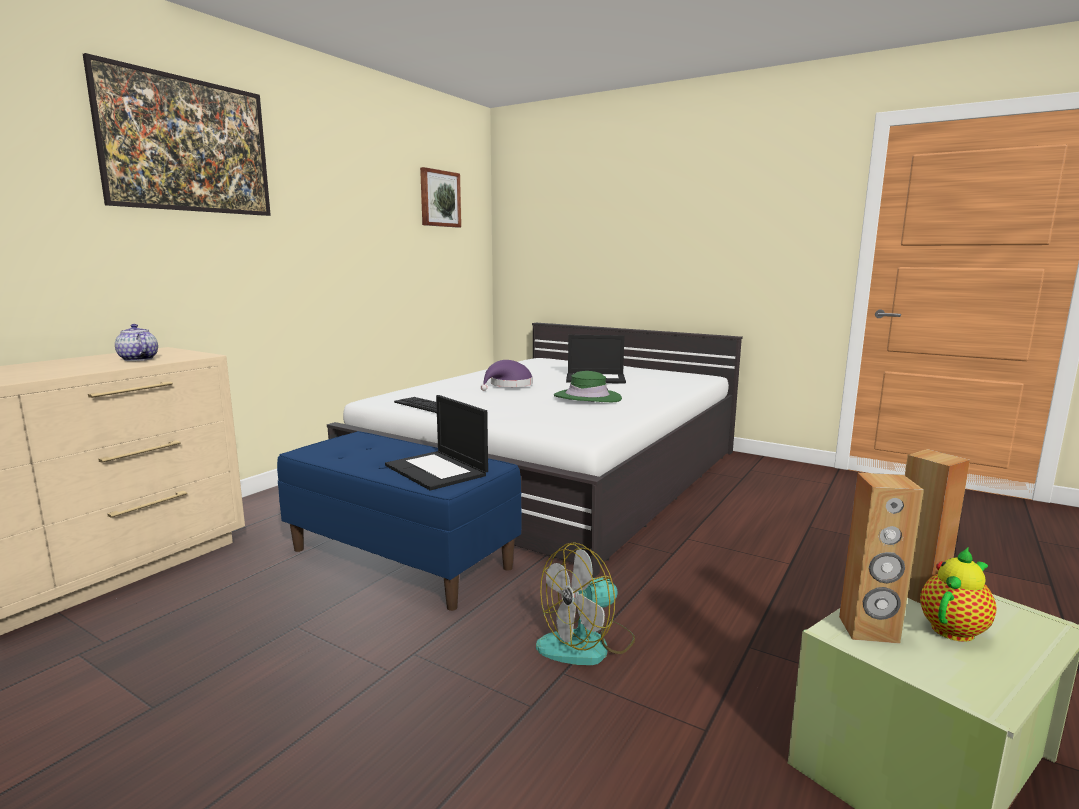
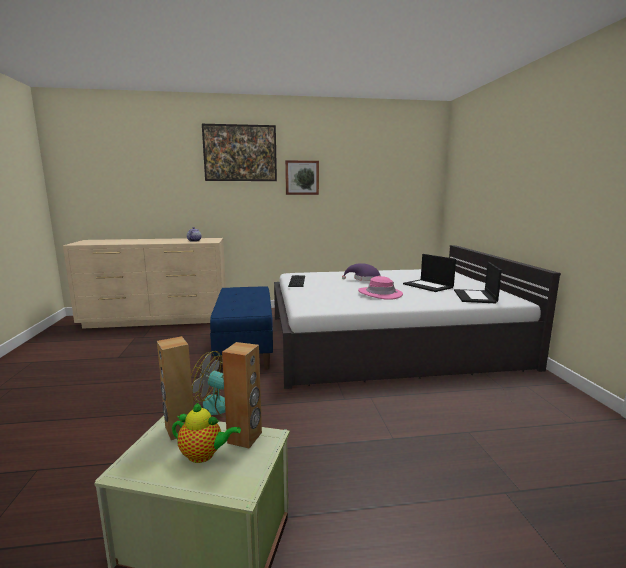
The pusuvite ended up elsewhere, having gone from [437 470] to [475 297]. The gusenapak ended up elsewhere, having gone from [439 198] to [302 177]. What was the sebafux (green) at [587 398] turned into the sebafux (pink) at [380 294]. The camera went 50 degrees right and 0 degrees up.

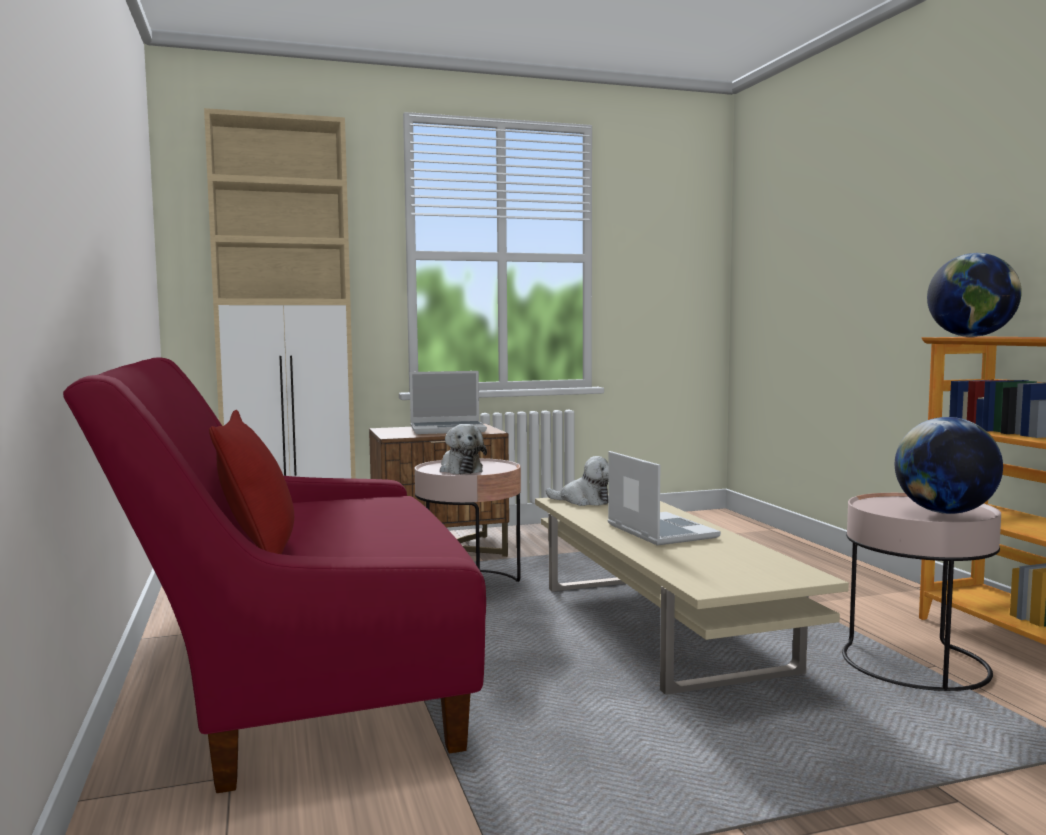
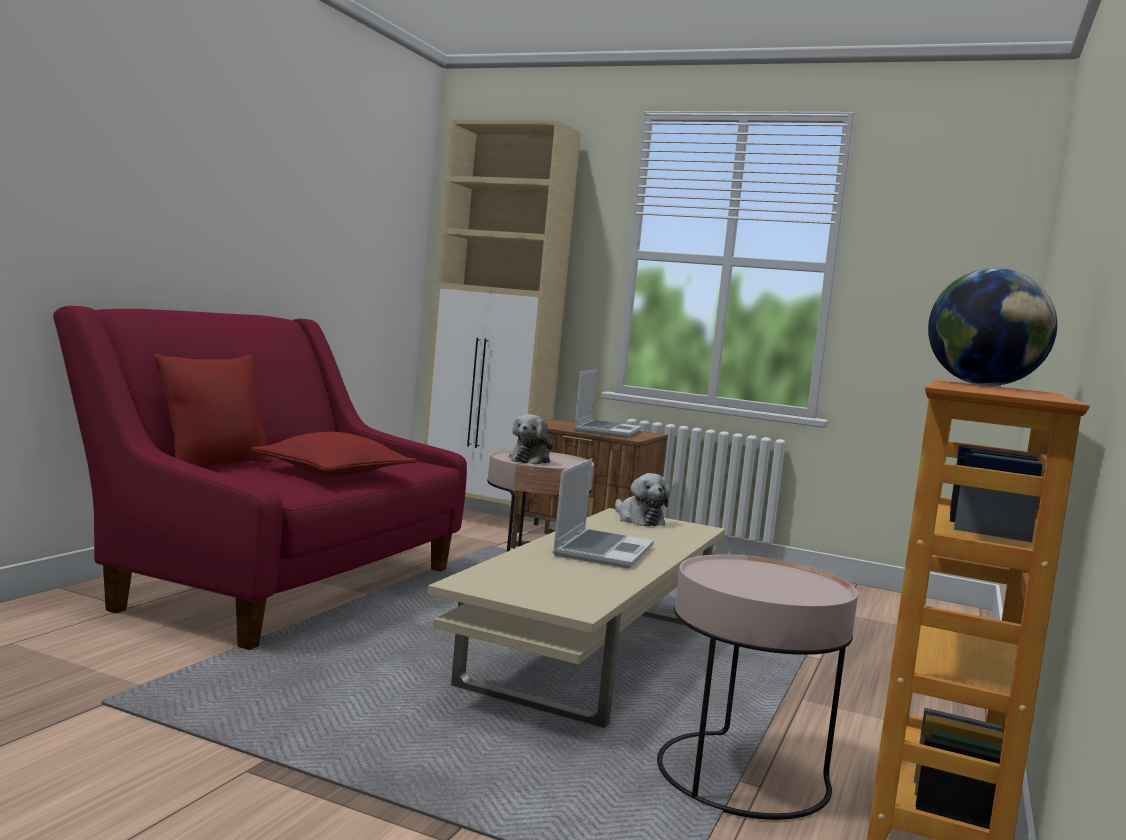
The pusuvite at [448 429] ended up facing another way, 105 degrees counterclockwise from before. The second view lost the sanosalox at [945 512]. The second view gained the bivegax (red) at [333 473]. The camera went 40 degrees right and 0 degrees up.

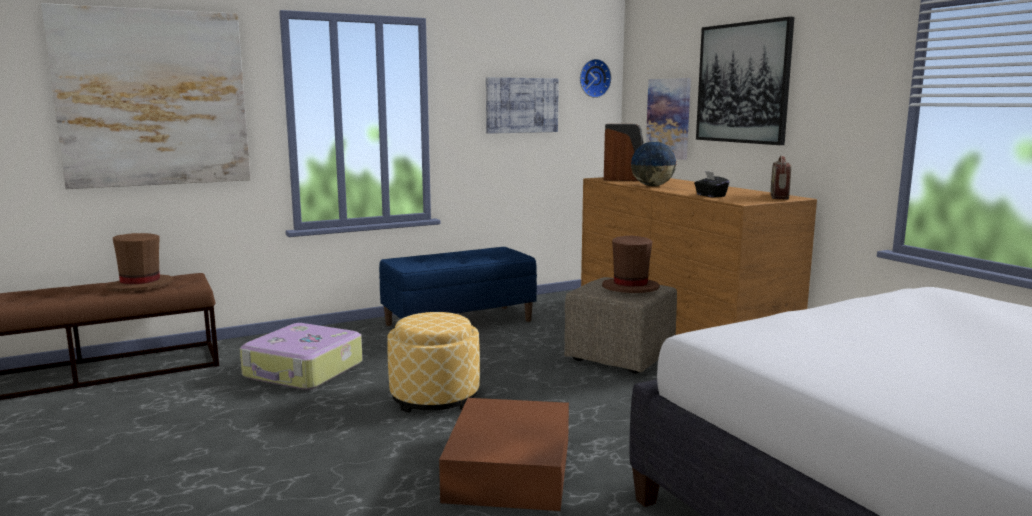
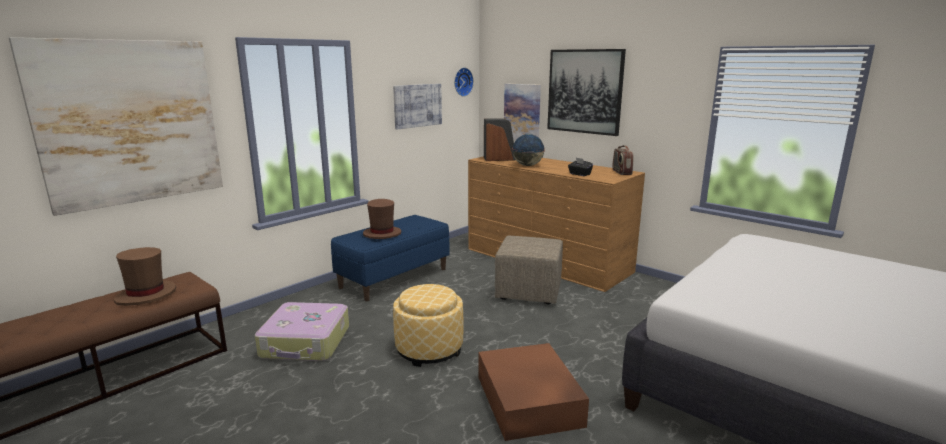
The sebafux (brown) ended up elsewhere, having gone from [630 288] to [382 234]. The camera went 20 degrees left and 5 degrees up.

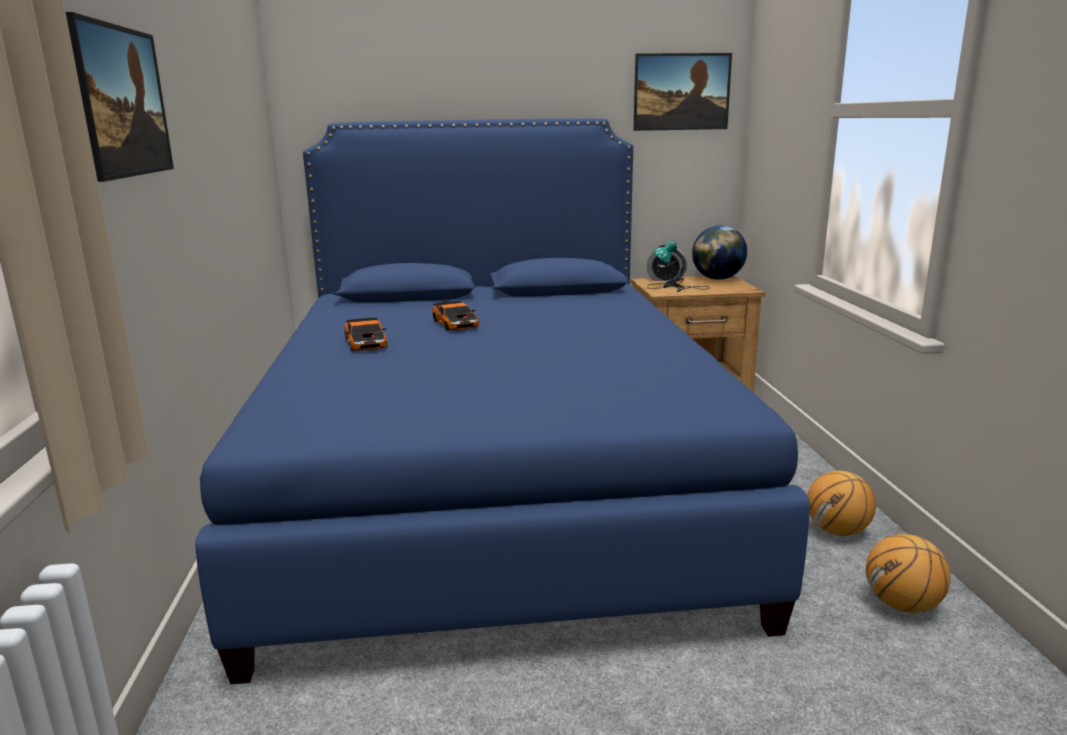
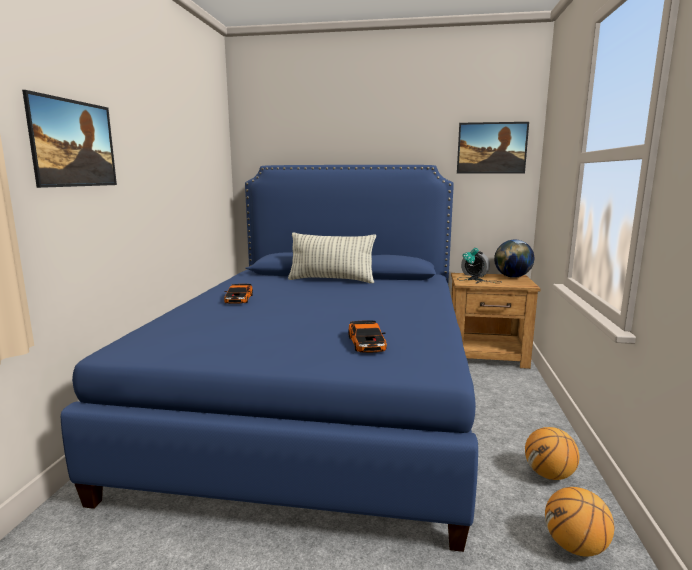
The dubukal ended up elsewhere, having gone from [456 323] to [367 343]. The second view gained the bivegax at [331 280]. The camera went 15 degrees right and 5 degrees down.

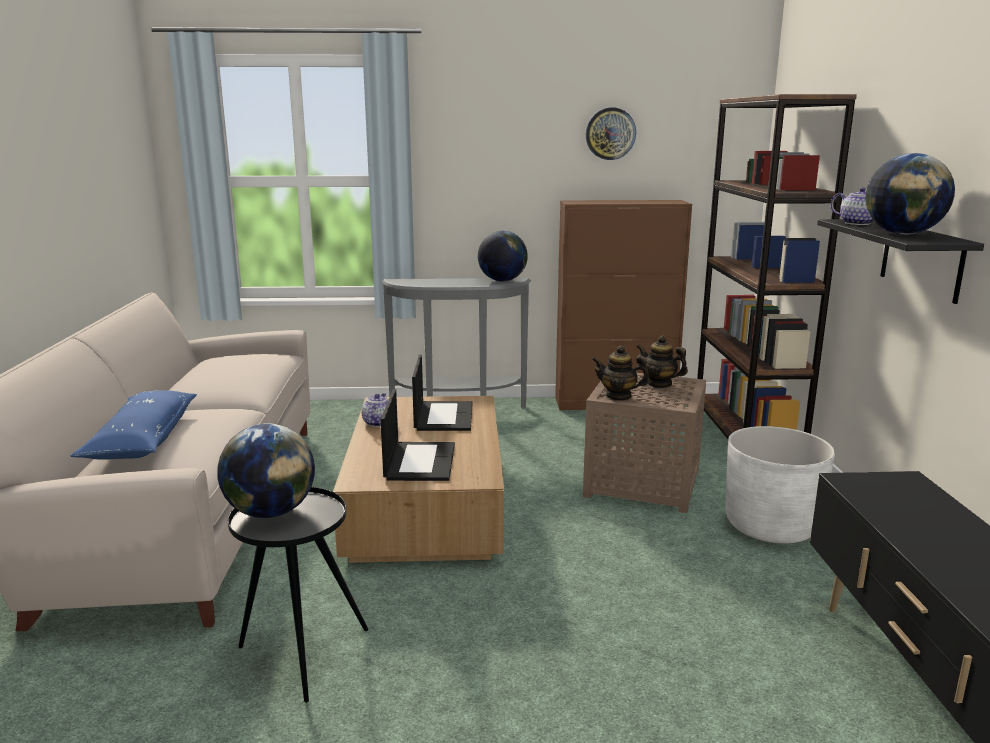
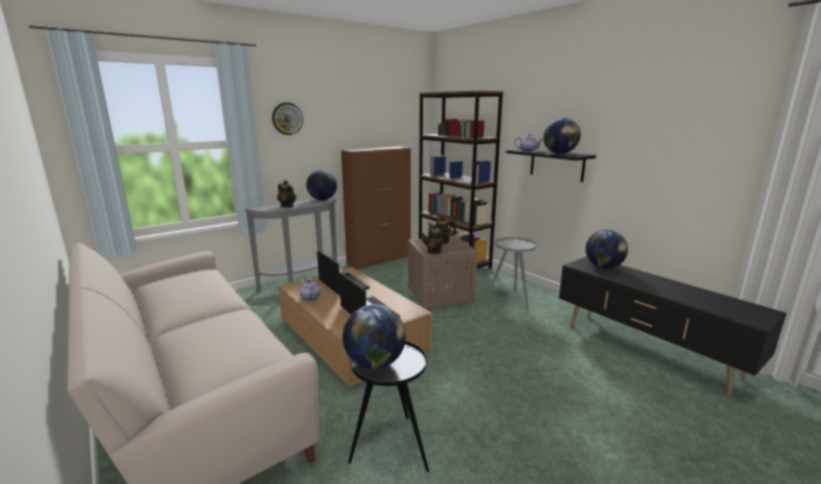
The second view lost the bivegax (blue) at [143 439]. The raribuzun ended up elsewhere, having gone from [610 133] to [287 118]. Where the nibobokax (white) stood at [770 526], the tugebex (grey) came to stand at [511 298]. The second view gained the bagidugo at [287 206]. The second view gained the sanosalox at [603 267]. The camera went 35 degrees left and 0 degrees up.

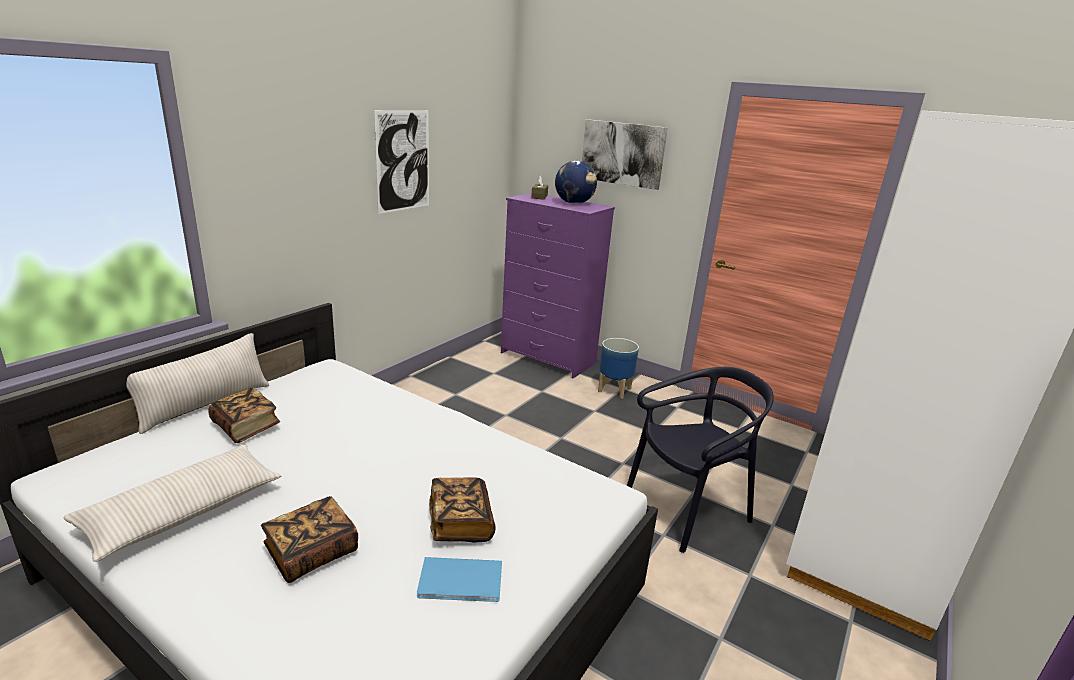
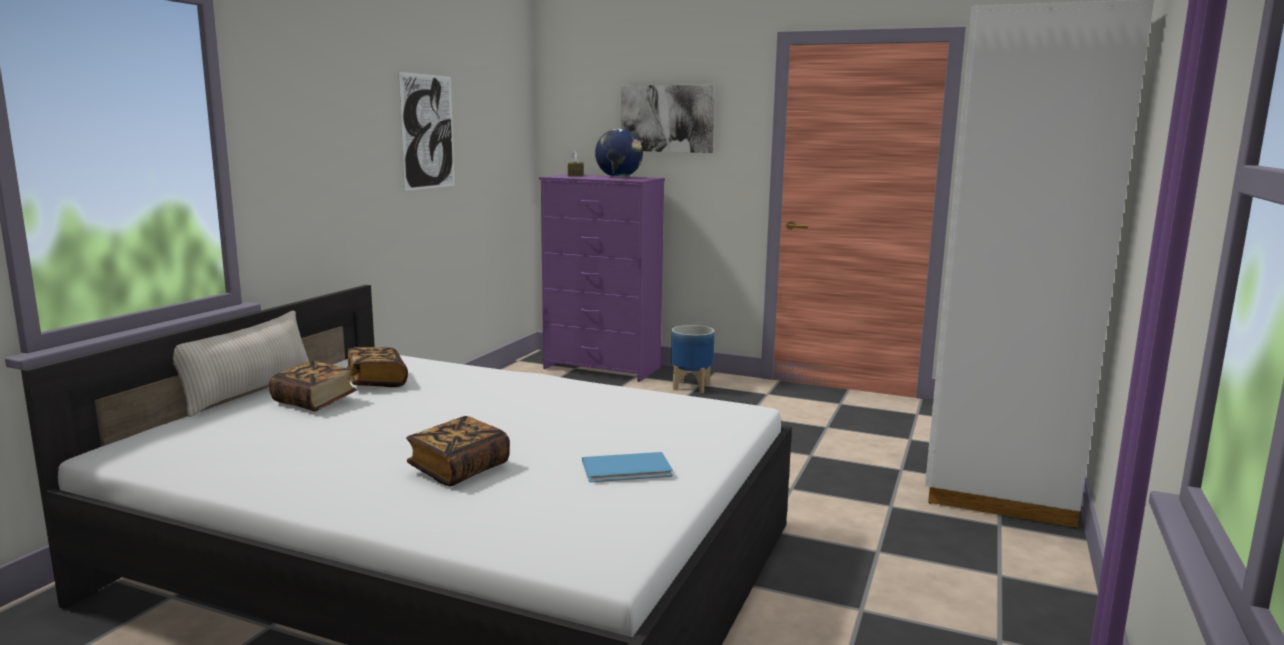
The second view lost the bivegax (beige) at [183 511]. The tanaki ended up elsewhere, having gone from [460 523] to [377 381]. The second view lost the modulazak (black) at [688 509]. The camera went 10 degrees left and 10 degrees down.

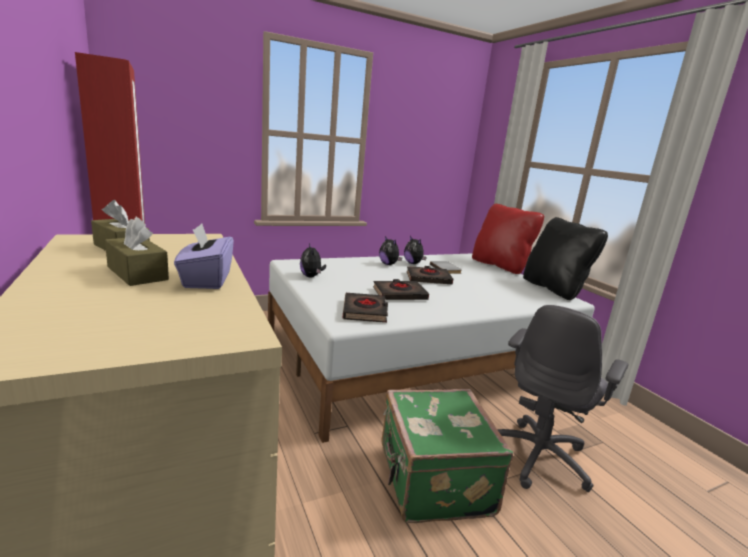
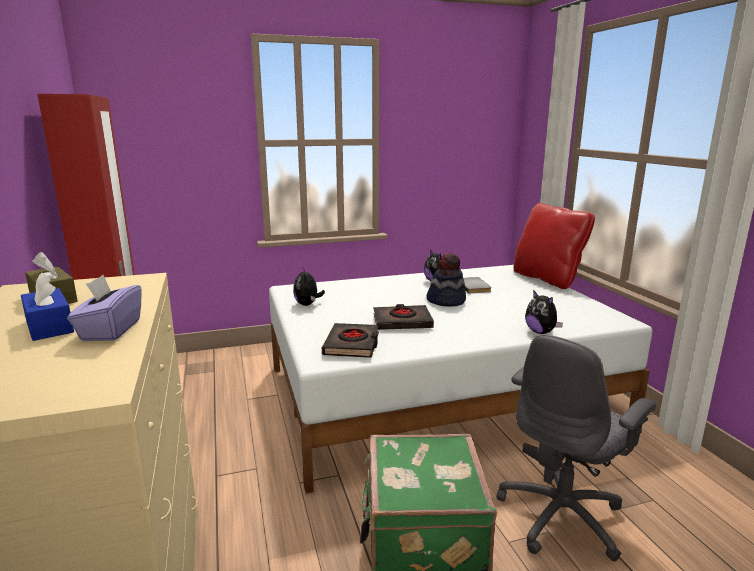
What was the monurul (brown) at [137 273] turned into the monurul (blue) at [49 326]. The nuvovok ended up elsewhere, having gone from [389 264] to [541 332]. Where the tanaki (black) stood at [428 279], the sebafux came to stand at [446 301]. The second view lost the bivegax (black) at [554 289]. The camera went 10 degrees right and 0 degrees up.

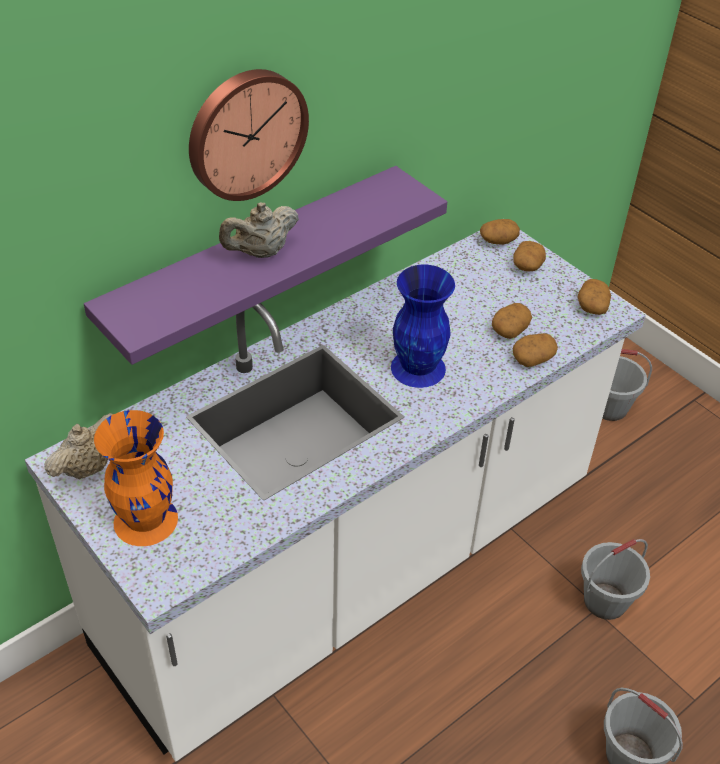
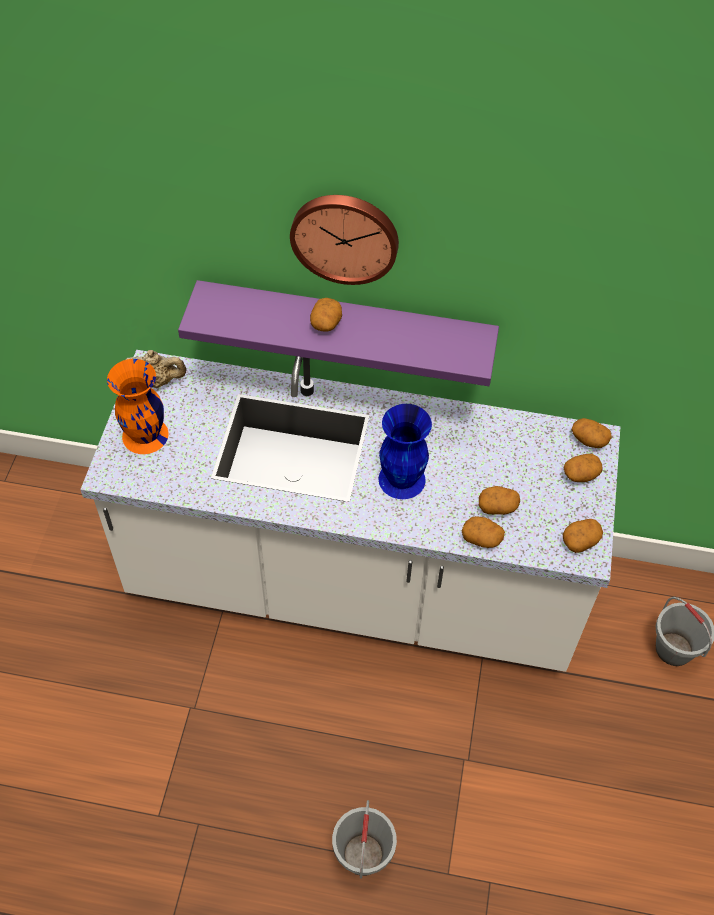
Where the bagidugo (beige) stood at [261 252], the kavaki came to stand at [326 323]. The second view lost the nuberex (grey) at [605 600]. The camera went 50 degrees right and 10 degrees up.

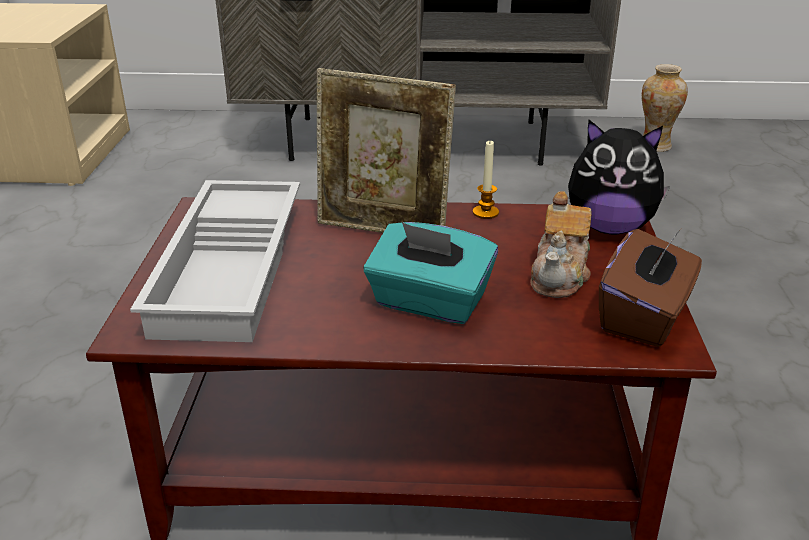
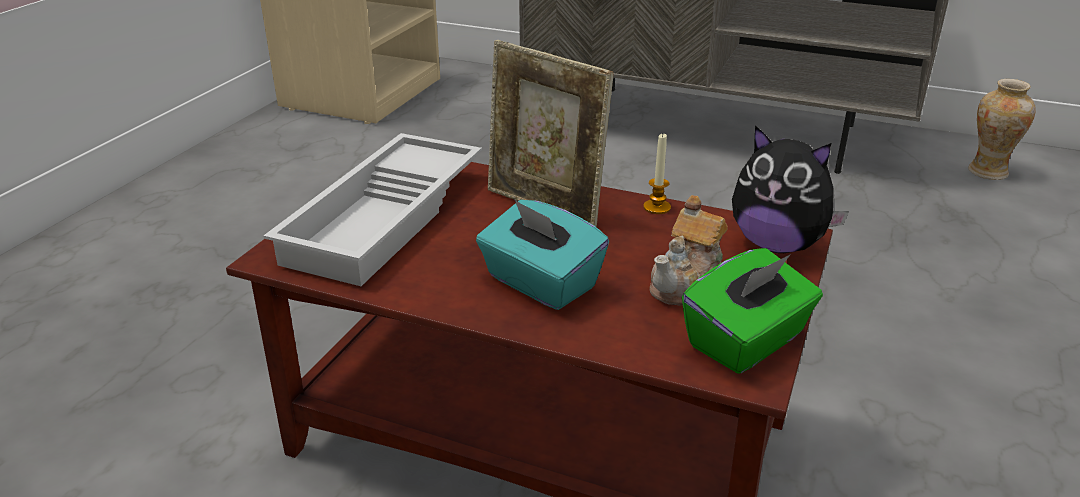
What was the monurul (brown) at [644 317] turned into the monurul (green) at [747 341]. The camera went 20 degrees right and 0 degrees up.

